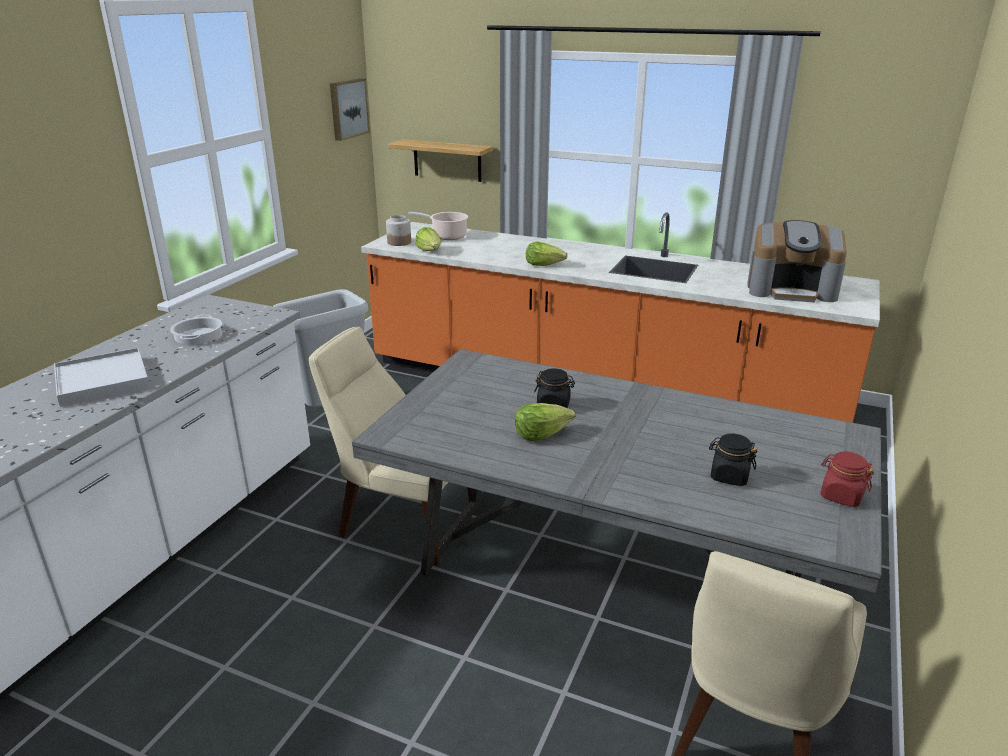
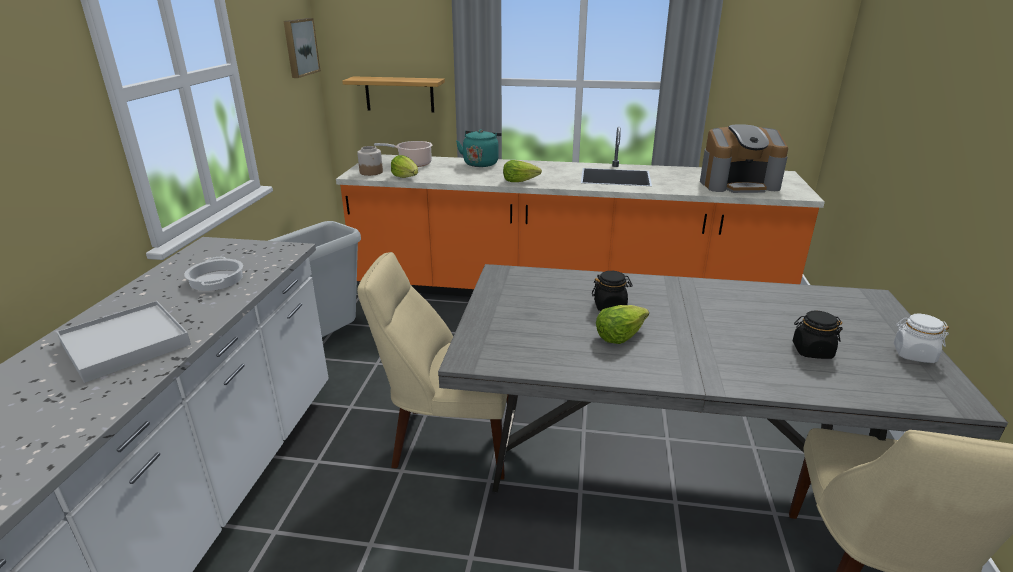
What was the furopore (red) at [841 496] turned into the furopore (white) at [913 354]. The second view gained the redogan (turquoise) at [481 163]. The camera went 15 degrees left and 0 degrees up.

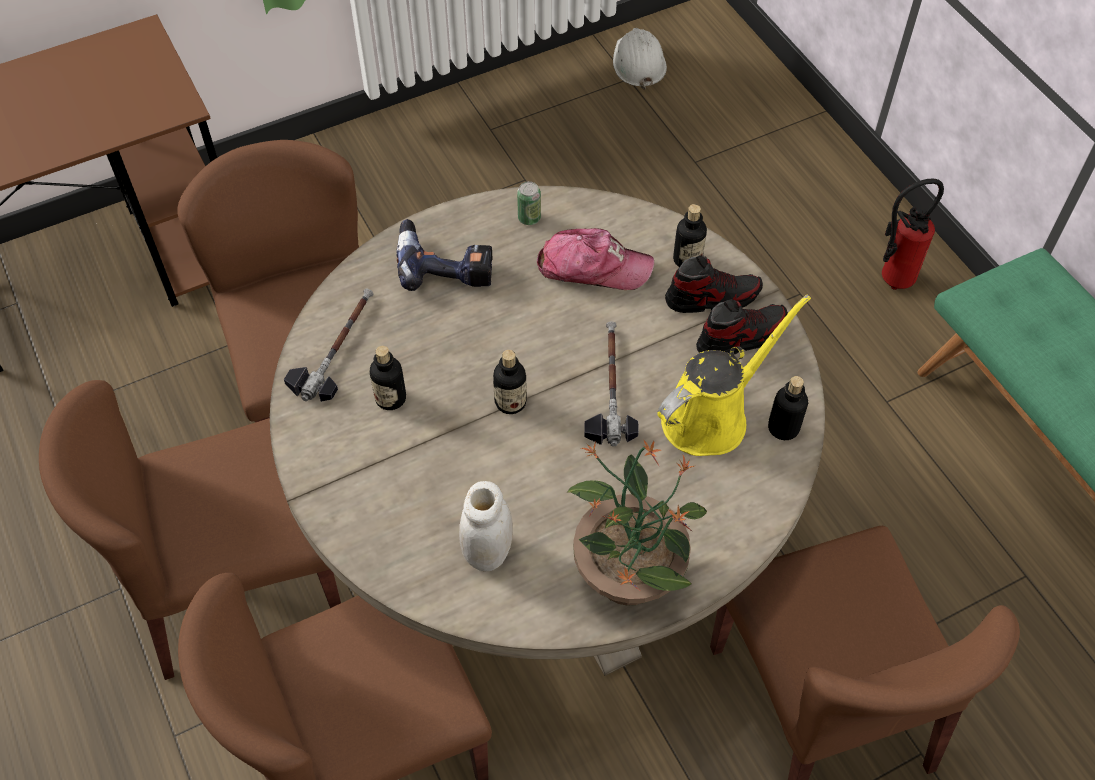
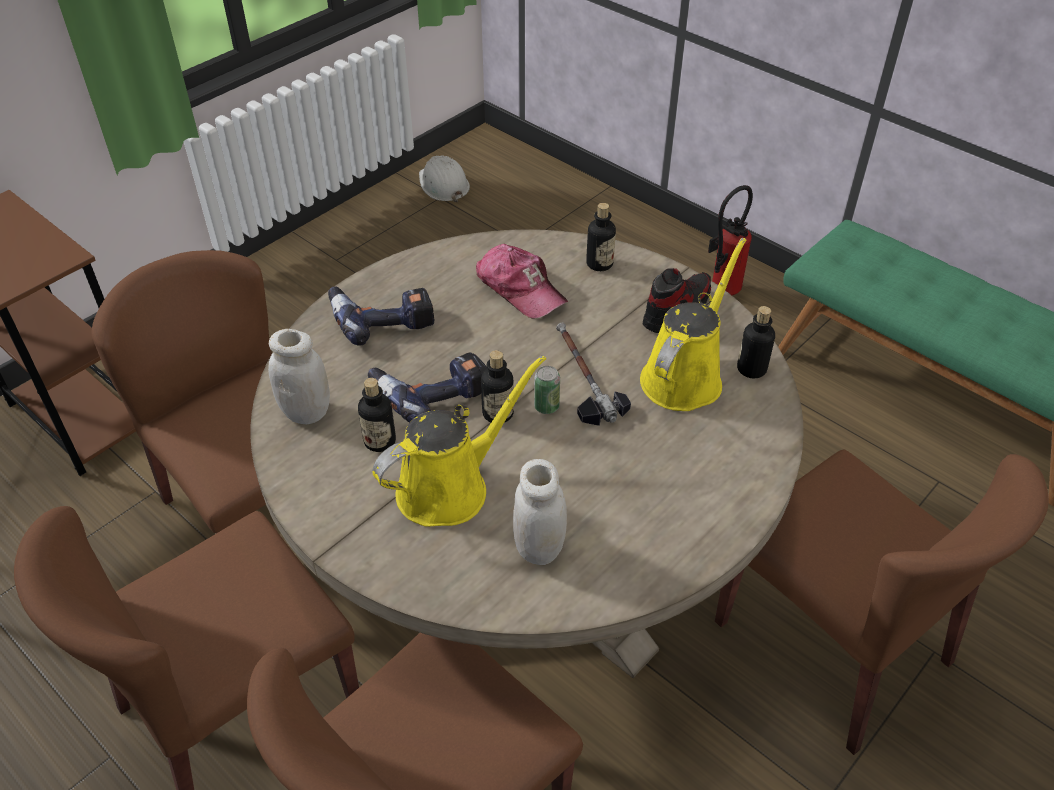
Where the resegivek stood at [337 347], the furopore (white) came to stand at [306 412]. The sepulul ended up elsewhere, having gone from [529 218] to [546 406]. The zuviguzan at [593 267] ended up facing another way, 60 degrees clockwise from before. The second view lost the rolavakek at [628 572]. The second view lost the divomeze at [712 298]. The second view gained the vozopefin at [431 392]. The second view gained the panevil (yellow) at [450 487]. The camera went 20 degrees left and 10 degrees down.

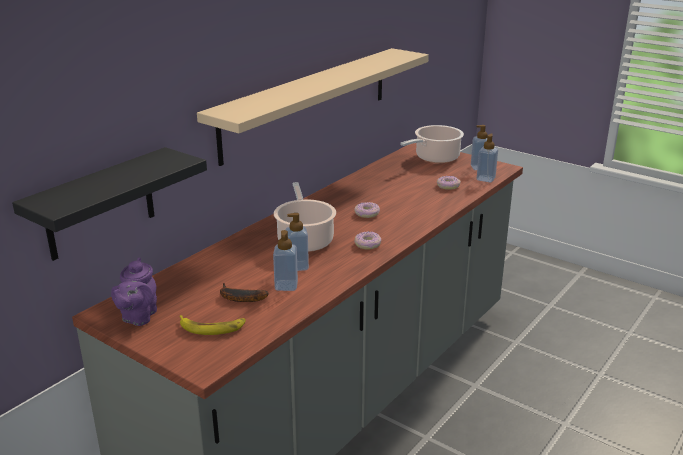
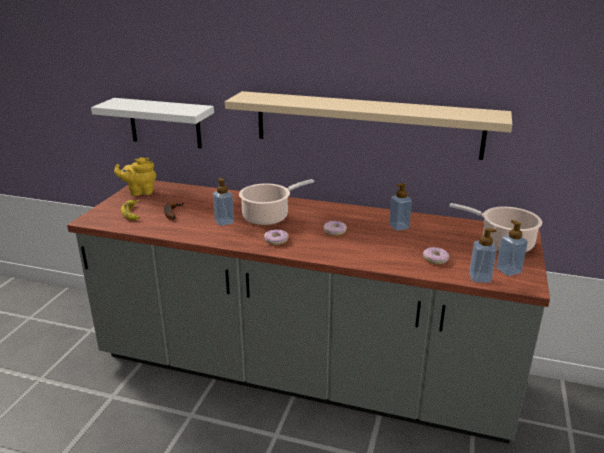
What was the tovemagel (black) at [100 204] turned into the tovemagel (white) at [165 123]. What was the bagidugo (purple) at [138 317] turned into the bagidugo (yellow) at [140 192]. The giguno ended up elsewhere, having gone from [286 286] to [399 227]. The camera went 70 degrees right and 0 degrees up.

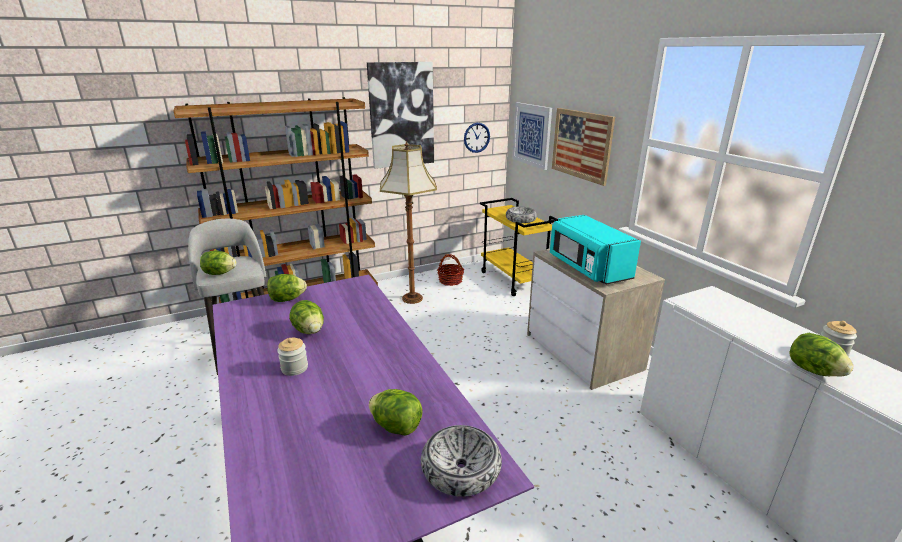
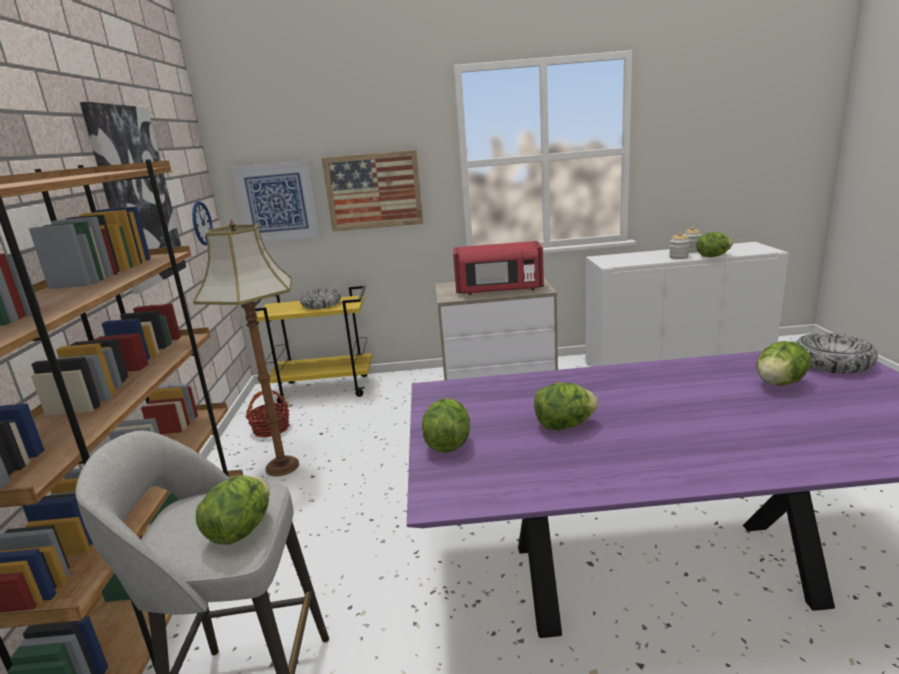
The furopore ended up elsewhere, having gone from [294 368] to [678 257]. What was the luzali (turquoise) at [588 268] turned into the luzali (red) at [499 290]. The camera went 65 degrees left and 5 degrees down.

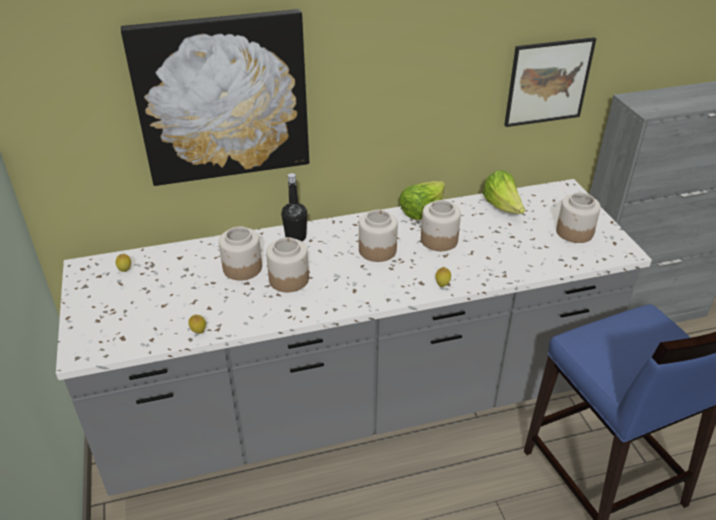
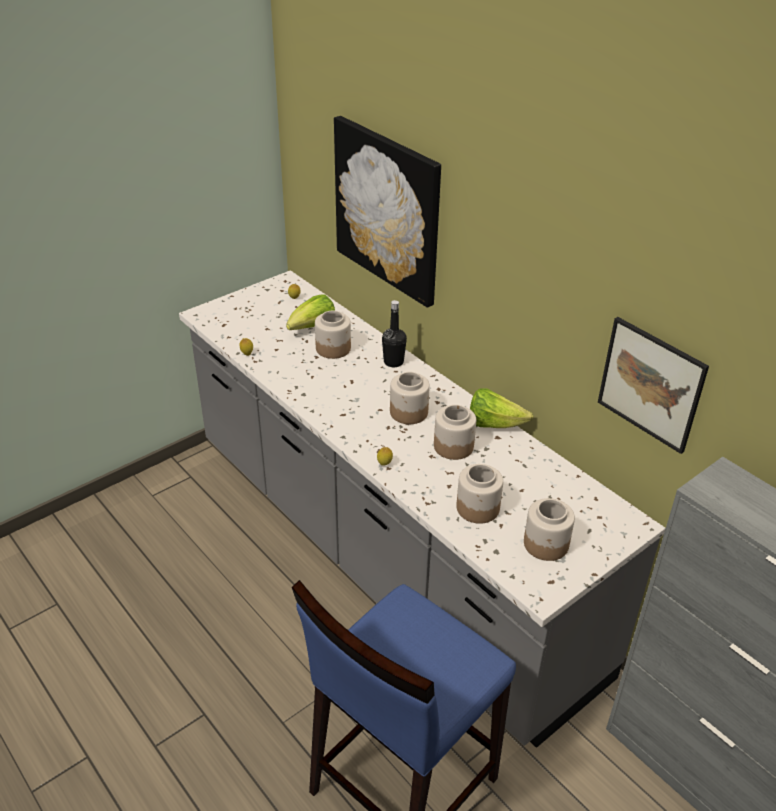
The furopore ended up elsewhere, having gone from [289 279] to [478 508]. The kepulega ended up elsewhere, having gone from [502 207] to [313 328]. The camera went 65 degrees right and 0 degrees up.

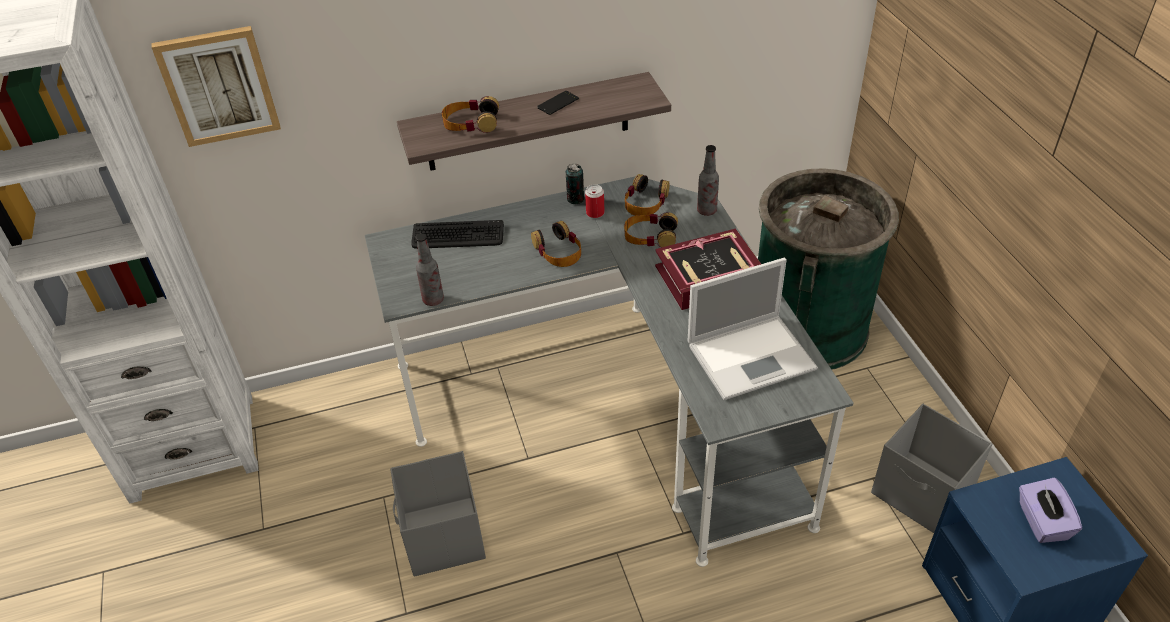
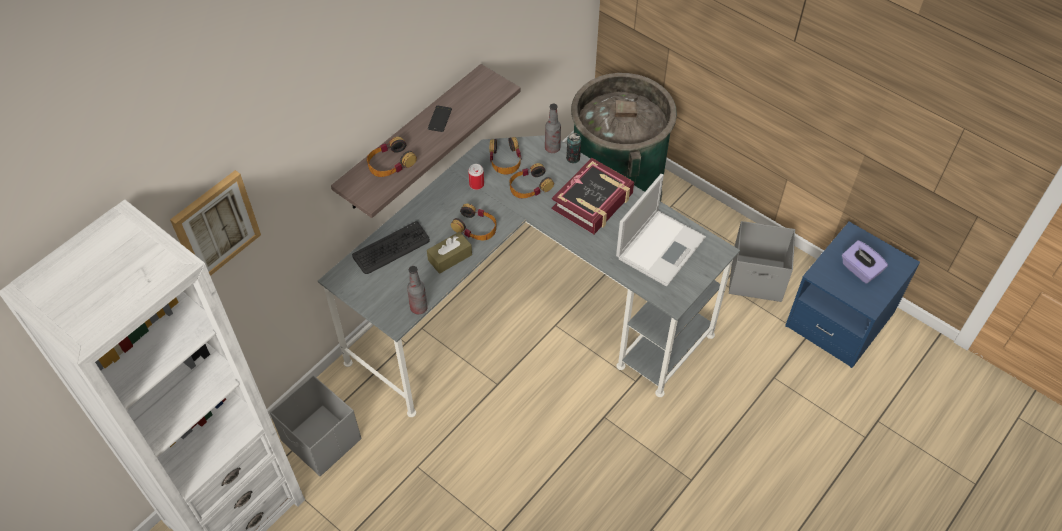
The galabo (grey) ended up elsewhere, having gone from [443 538] to [322 441]. The sepulul ended up elsewhere, having gone from [575 199] to [573 158]. The second view gained the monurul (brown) at [450 257]. The camera went 35 degrees left and 10 degrees up.

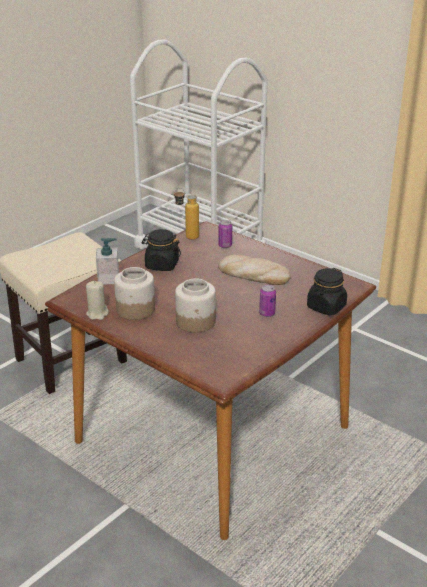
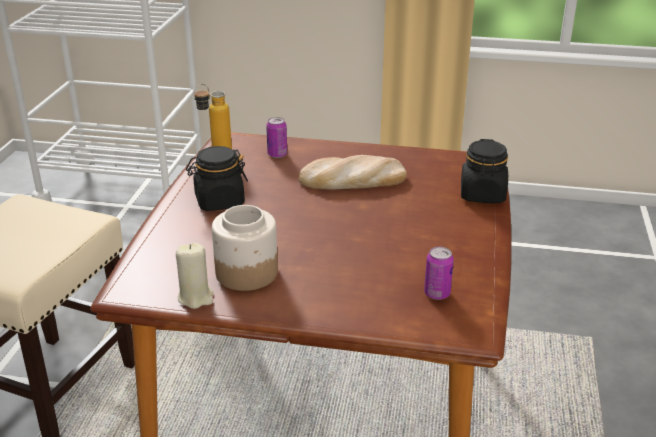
The second view lost the giguno at [109 279]. The second view lost the furopore at [196 322]. The sepulul ended up elsewhere, having gone from [267 313] to [437 294]. The camera went 30 degrees left and 0 degrees up.

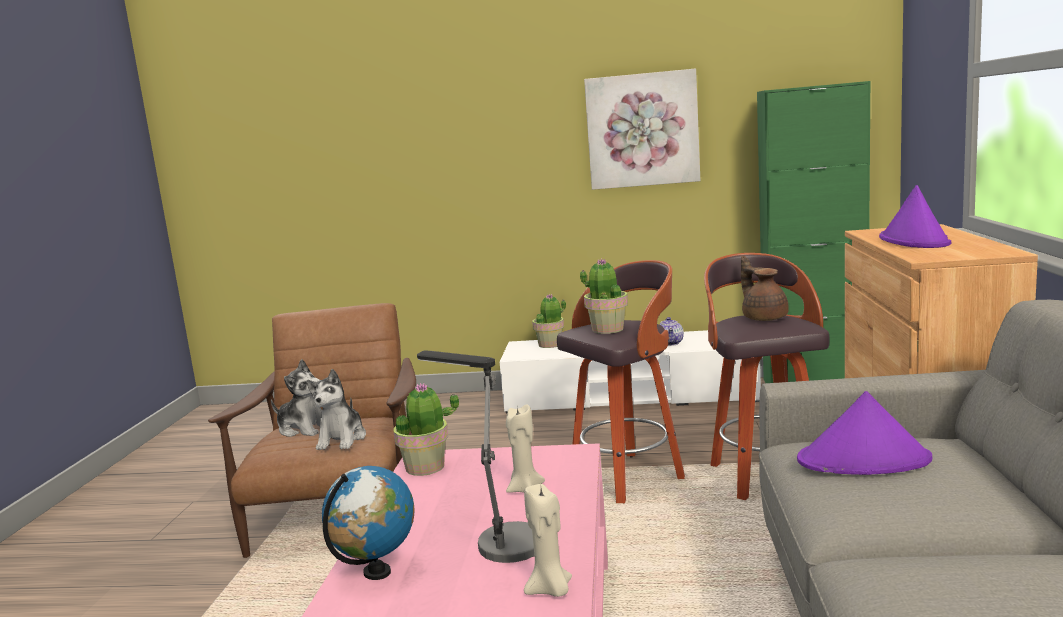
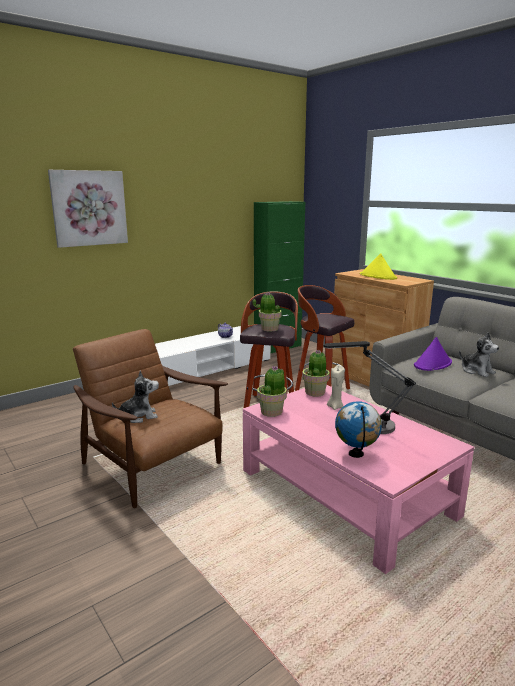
The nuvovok ended up elsewhere, having gone from [342 439] to [477 371]. The second view lost the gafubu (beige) at [550 590]. The rolavakek ended up elsewhere, having gone from [550 344] to [315 392]. The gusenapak ended up elsewhere, having gone from [642 130] to [89 208]. The second view lost the bagidugo (brown) at [764 318]. What was the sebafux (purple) at [914 241] turned into the sebafux (yellow) at [378 276]. The camera went 45 degrees left and 5 degrees up.

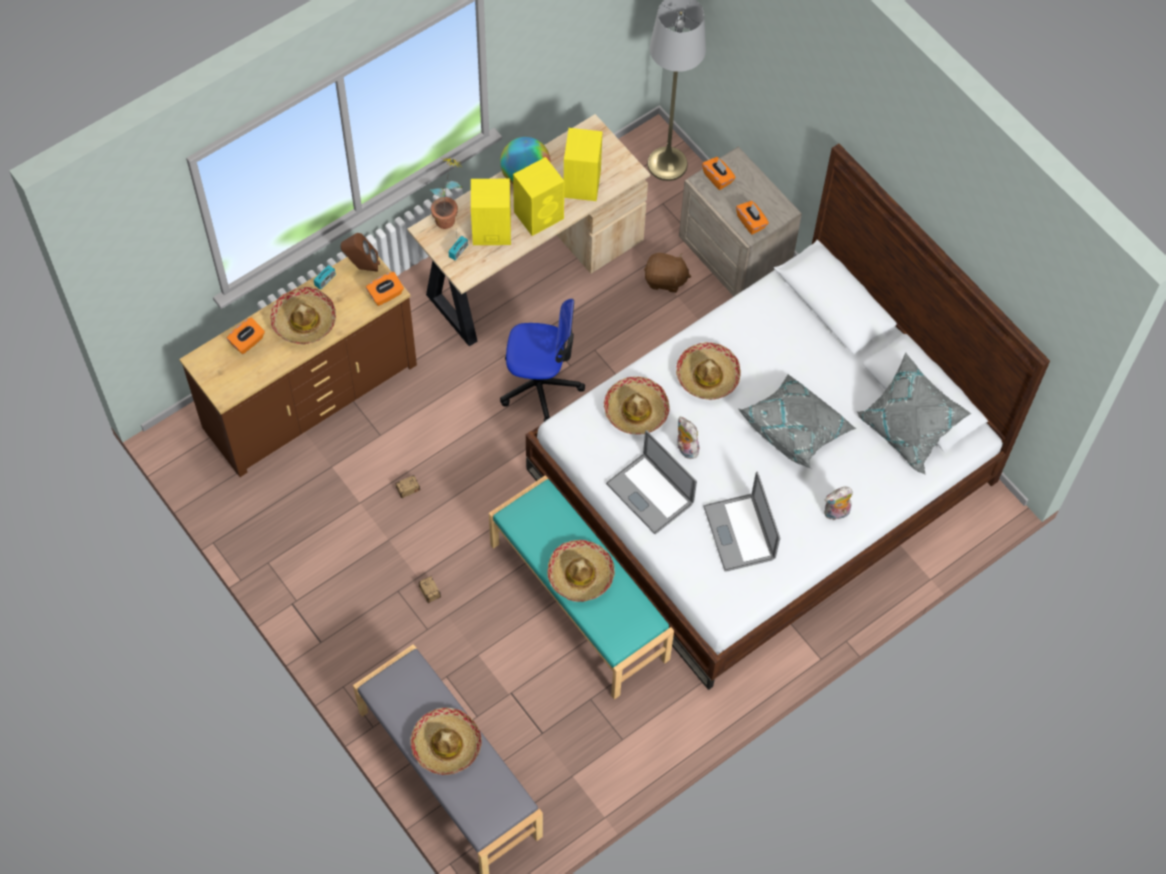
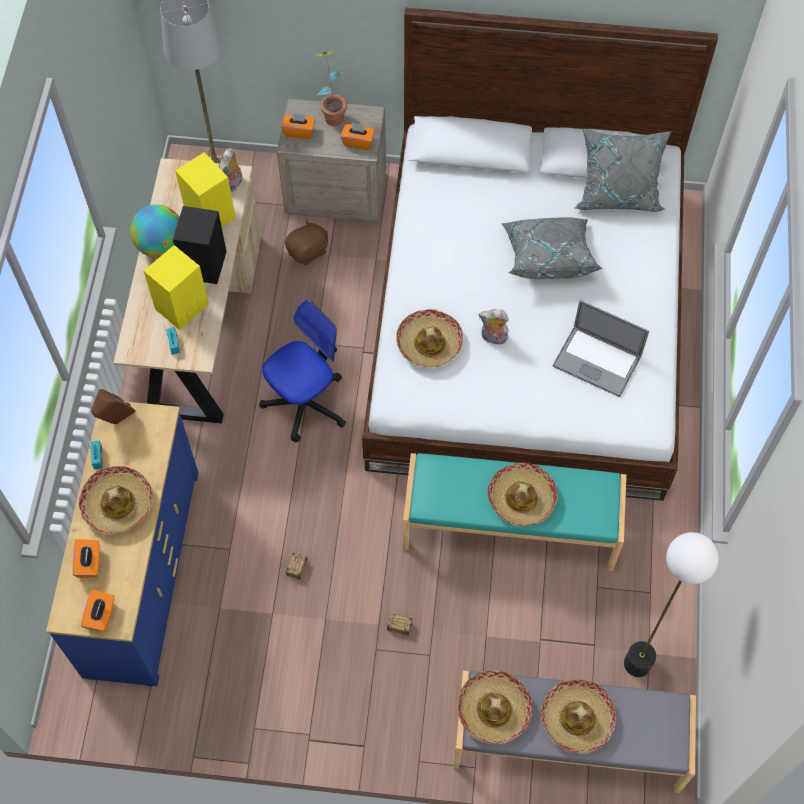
What was the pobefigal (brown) at [310 396] turned into the pobefigal (blue) at [141 572]. The monurul (orange) ended up elsewhere, having gone from [386 295] to [101 616]. The rolavakek ended up elsewhere, having gone from [448 216] to [332 113]. What was the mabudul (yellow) at [540 215] turned into the mabudul (black) at [205 264]. The second view lost the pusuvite at [649 493]. The sebafux ended up elsewhere, having gone from [707 376] to [493 710]. The nuvovok ended up elsewhere, having gone from [836 513] to [233 184]. The second view gained the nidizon at [637 664]. The camera went 45 degrees left and 0 degrees up.

